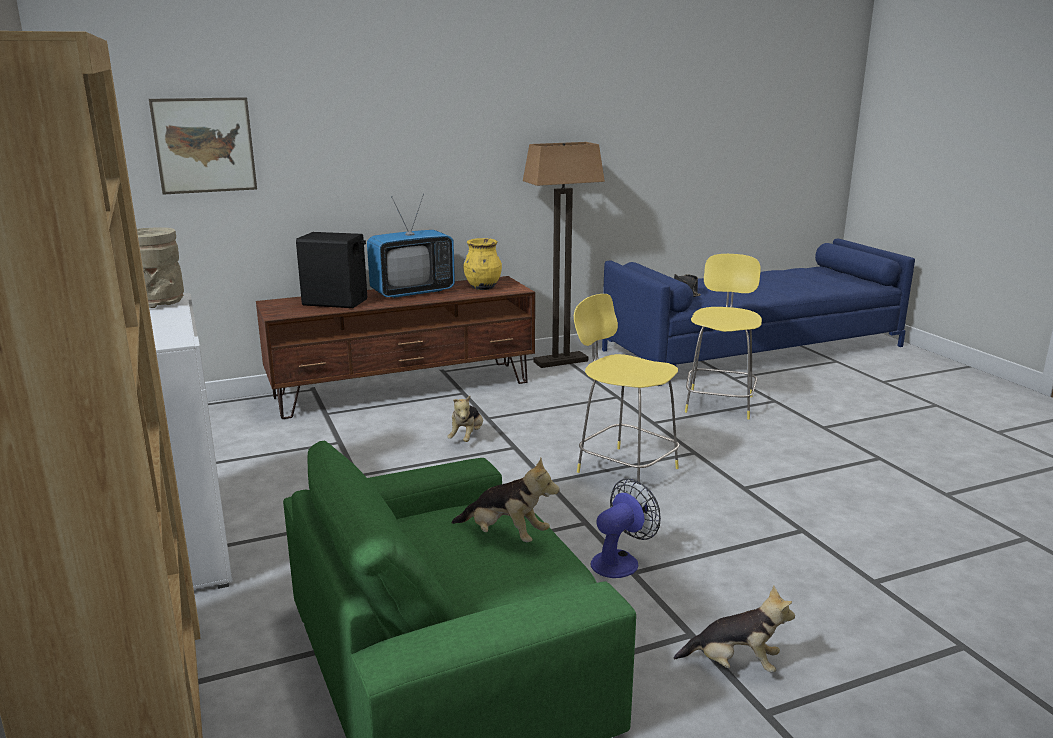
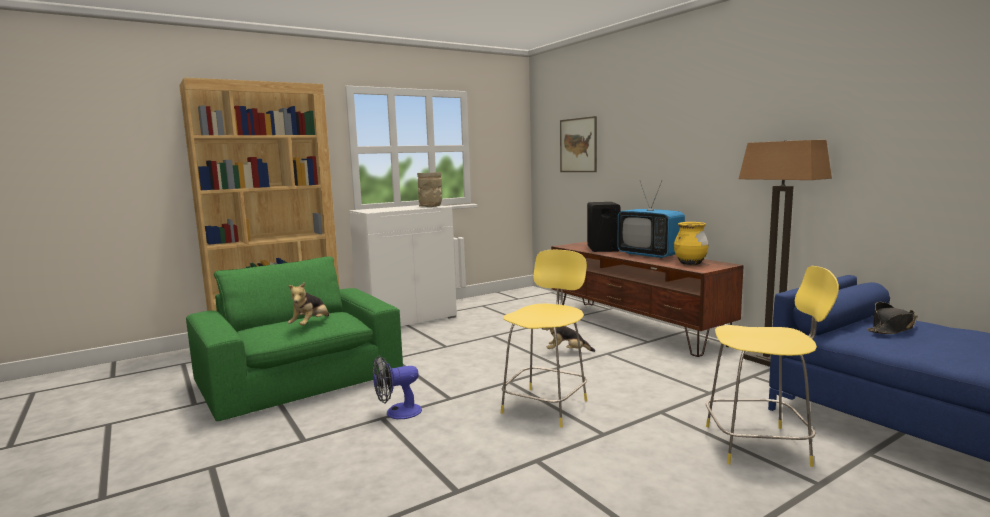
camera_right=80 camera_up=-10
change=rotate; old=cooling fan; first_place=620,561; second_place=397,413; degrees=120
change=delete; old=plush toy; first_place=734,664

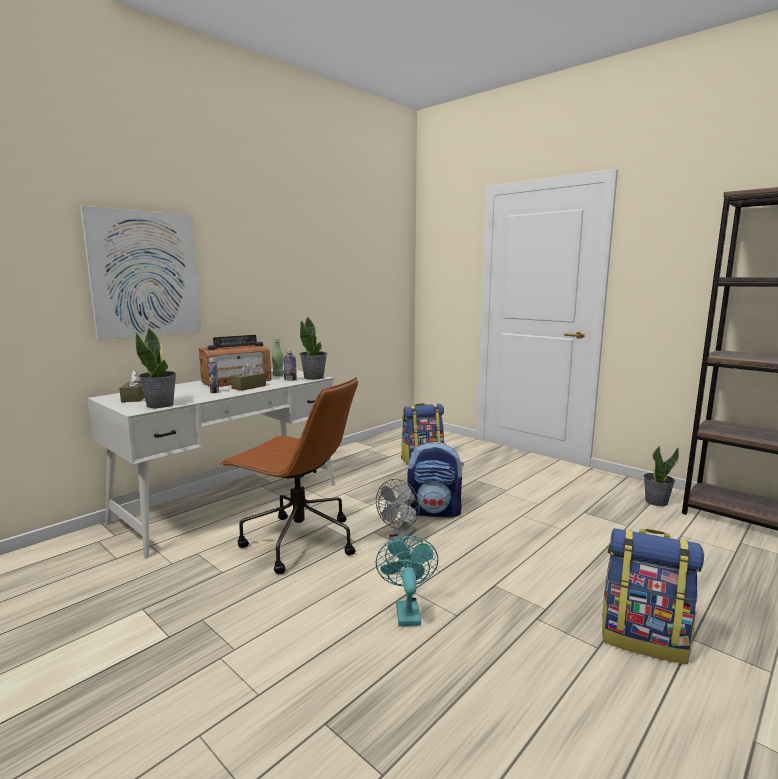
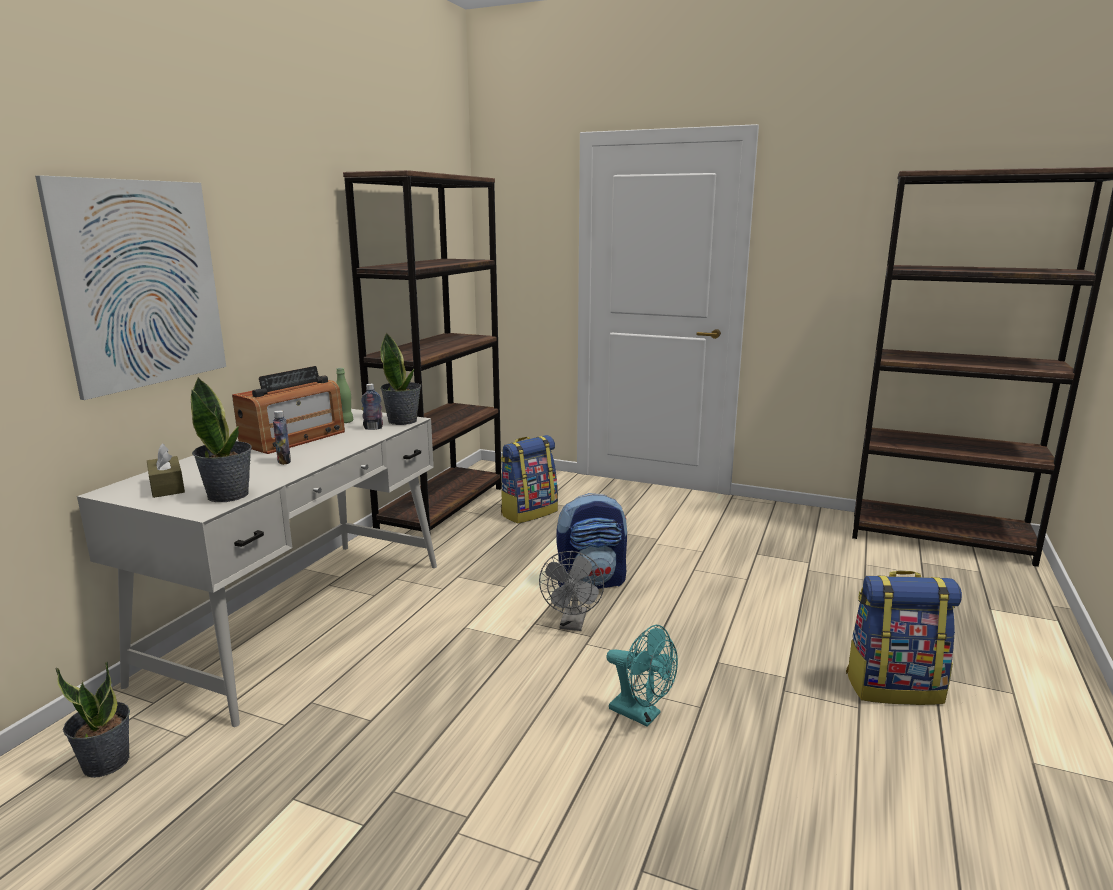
camera_right=-20 camera_up=5
change=delete; old=tissue box (brown); first_place=249,387
change=delete; old=desk chair (brown); first_place=298,541
change=move; old=houseplant; first_place=656,501; second_place=106,762
change=rotate; old=cooling fan (turquoise); first_place=406,610; second_place=642,714; degrees=150
change=insert; new=shelving unit (brown); second_place=442,508

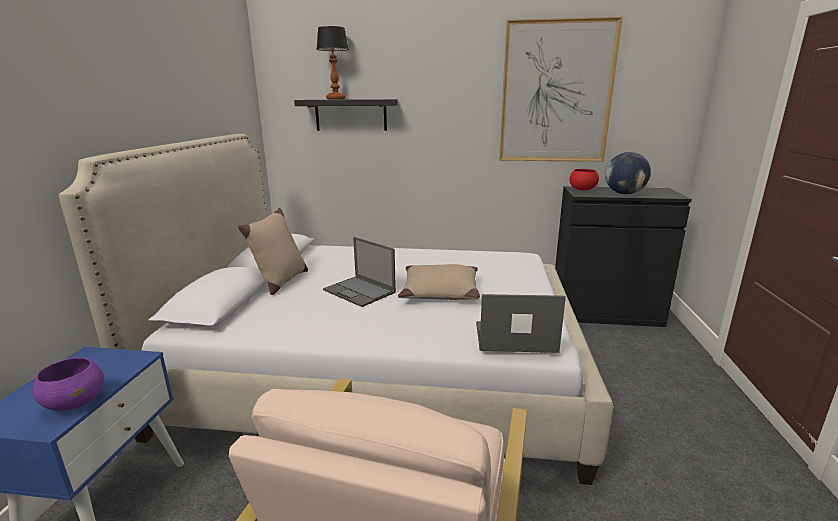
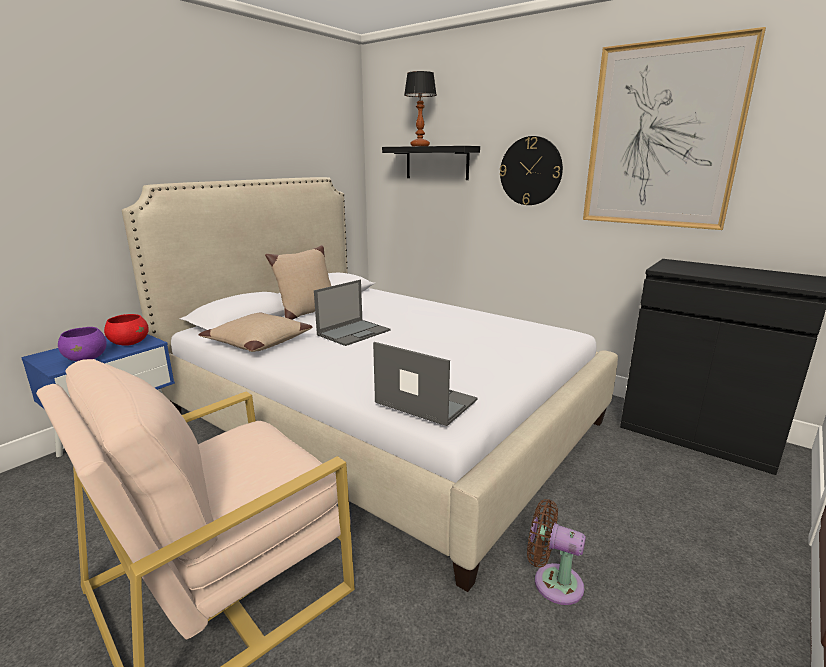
camera_right=30 camera_up=0
change=delete; old=world globe; first_place=624,193
change=move; old=serving bowl (reddish); first_place=582,189; second_place=129,343
change=rotate; old=portable computer; first_place=360,291; second_place=354,332; degrees=-120
change=move; old=cushion (beige); first_place=440,292; second_place=257,342
change=insert; new=wall clock; second_place=530,171
change=insert; new=cooling fan (brown); second_place=552,582

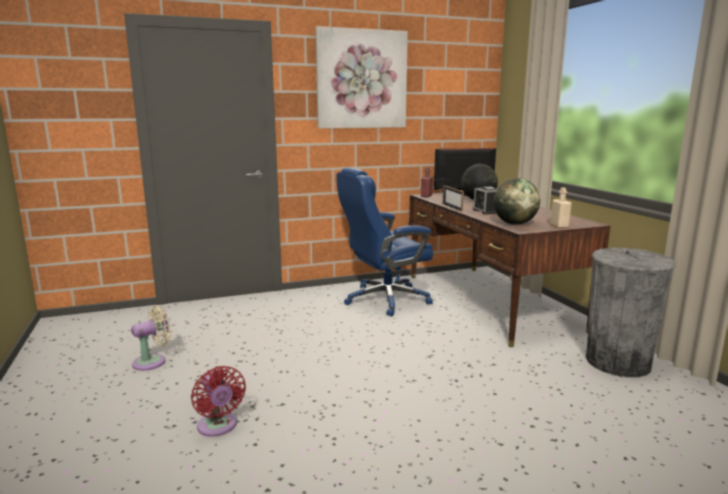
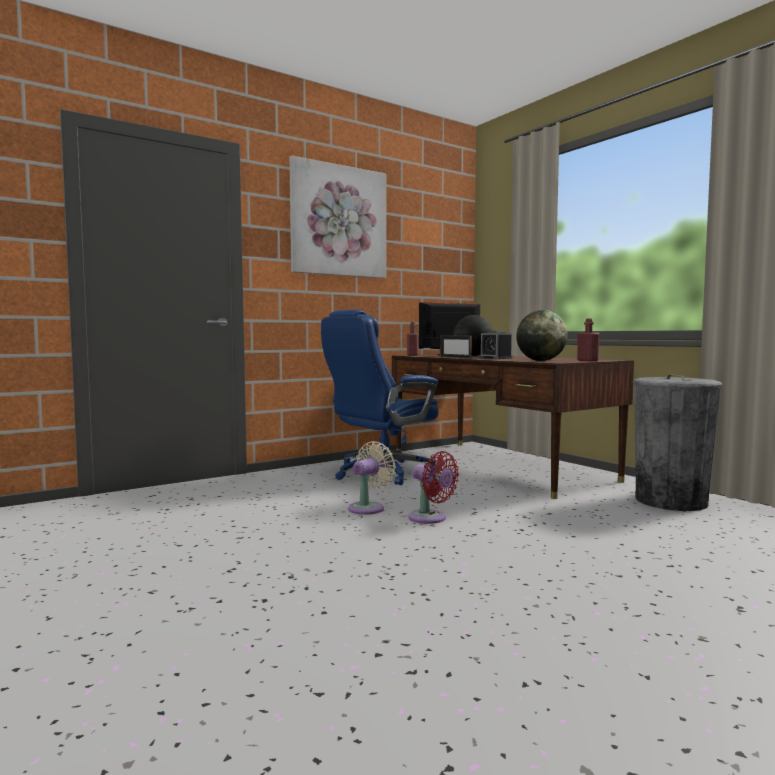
camera_right=-15 camera_up=-10
change=recolor; old=drink bottle (beige); new=drink bottle (reddish); first_place=559,226; second_place=587,360
change=move; old=cooling fan (beige); first_place=153,361; second_place=368,508
change=move; old=cooling fan (reddish); first_place=218,427; second_place=430,518

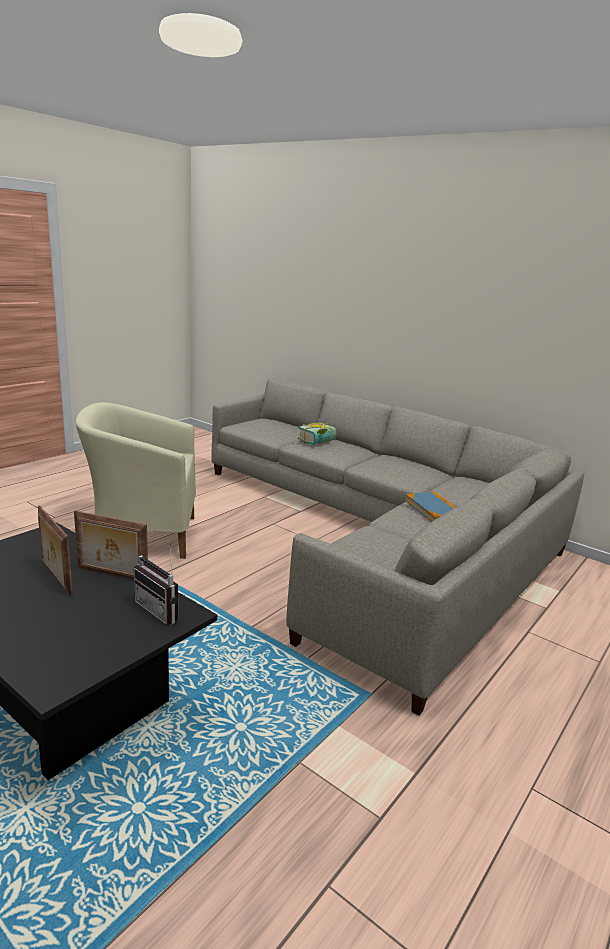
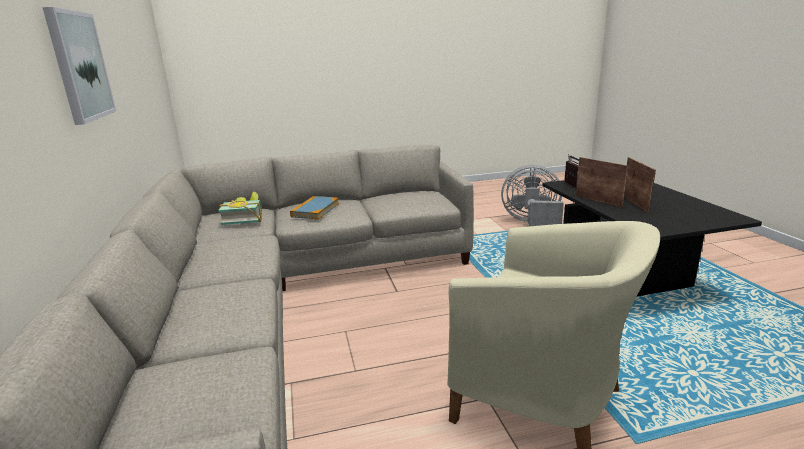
camera_right=-140 camera_up=0
change=move; old=book; first_place=319,443; second_place=243,219
change=insert; new=picture; second_place=79,66
change=insert; new=cooling fan (grey); second_place=532,224

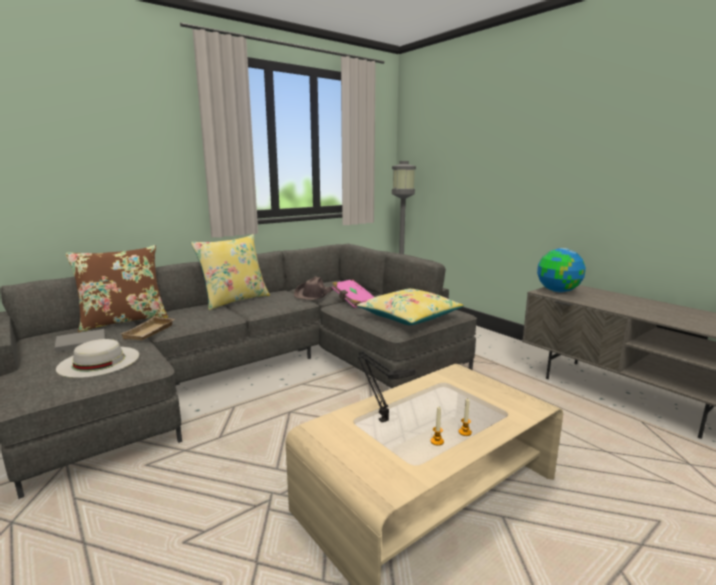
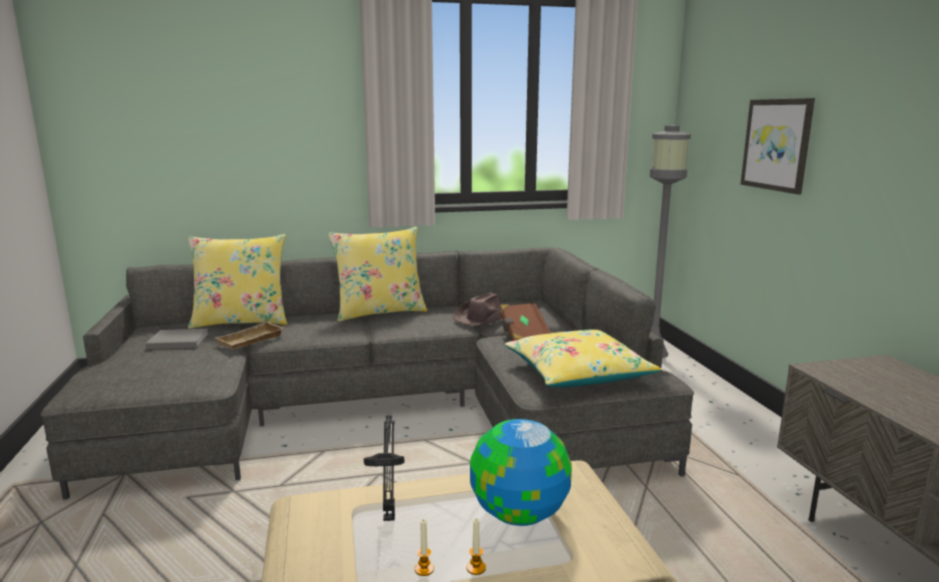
camera_right=25 camera_up=0
change=recolor; old=cushion (brown); new=cushion (yellow); first_place=124,321; second_place=241,321
change=move; old=world globe; first_place=558,291; second_place=518,515
change=recolor; old=book (pinkish); new=book (brown); first_place=352,301; second_place=523,336
change=delete; old=hat (white); first_place=99,361
change=insert; new=picture; second_place=777,144

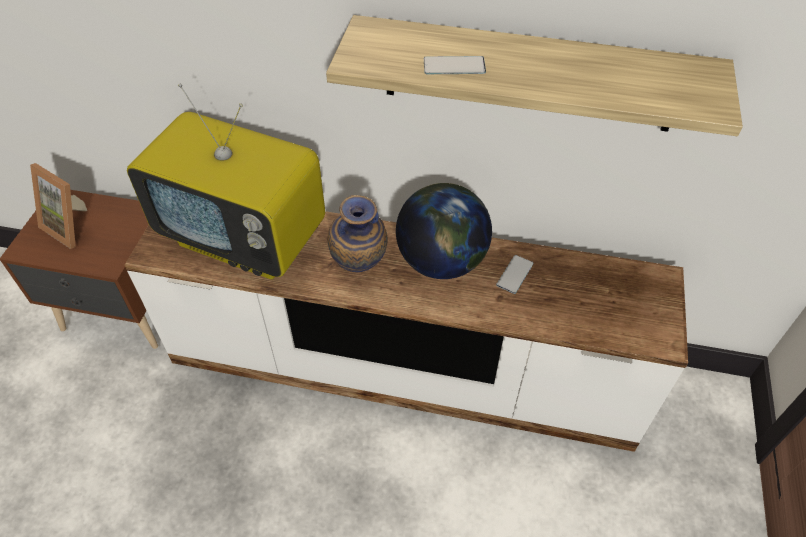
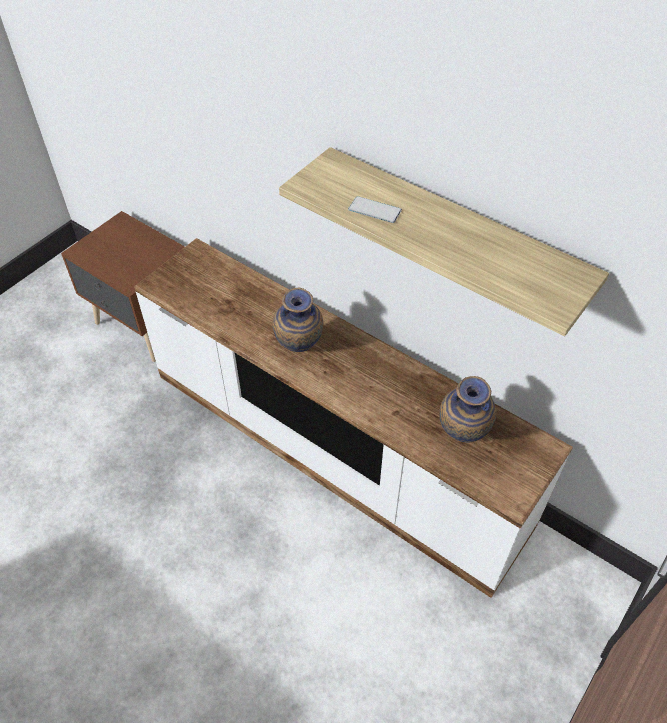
camera_right=25 camera_up=0
change=delete; old=television; first_place=246,238
change=delete; old=standing frame; first_place=72,226
change=delete; old=world globe; first_place=442,261
change=delete; old=telephone; first_place=514,274
change=insert; new=vase; second_place=461,437

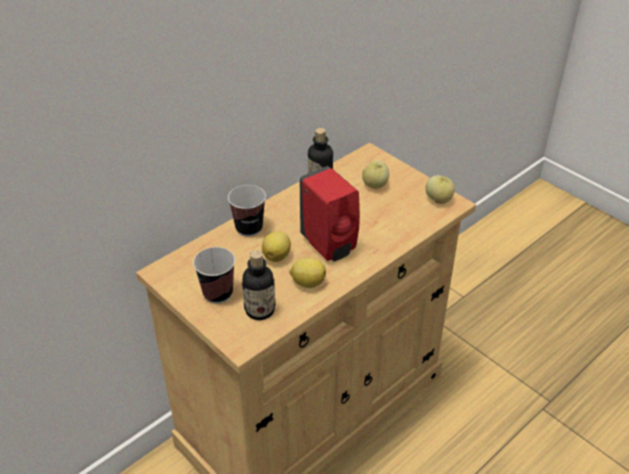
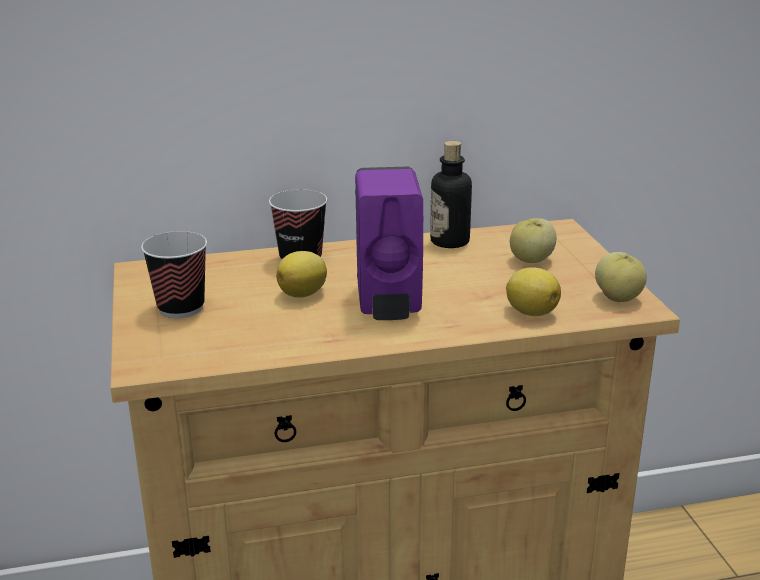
camera_right=30 camera_up=-15
change=recolor; old=liquid soap bottle (reddish); new=liquid soap bottle (purple); first_place=329,246; second_place=388,303
change=delete; old=drink bottle; first_place=260,310
change=move; old=lemon; first_place=307,282; second_place=530,312

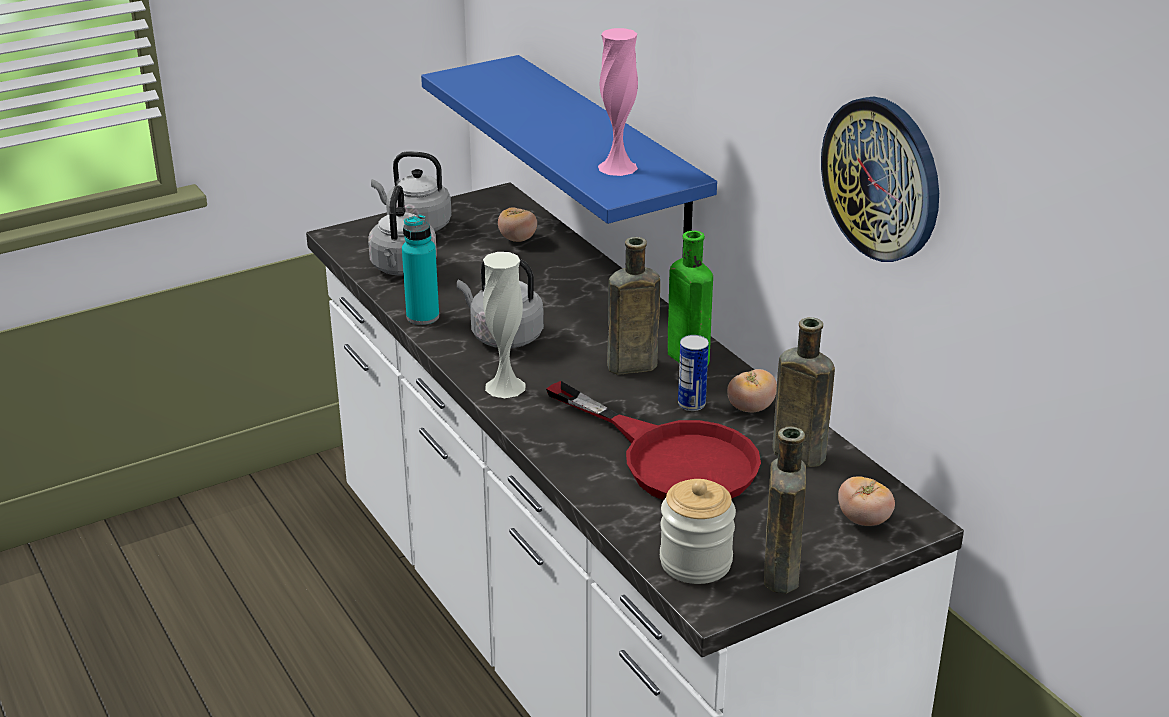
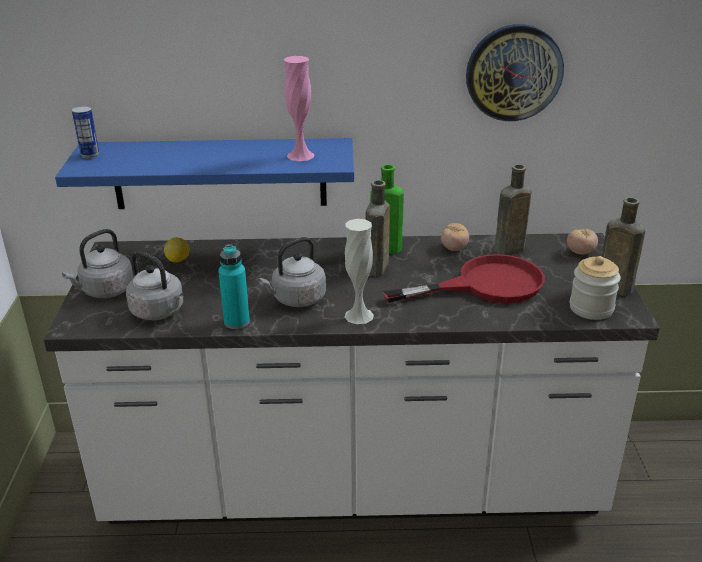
camera_right=-60 camera_up=0
change=replace; old=fresh tomato; new=lemon; first_place=517,239; second_place=178,260
change=move; old=metal can; first_place=691,404; second_place=90,155

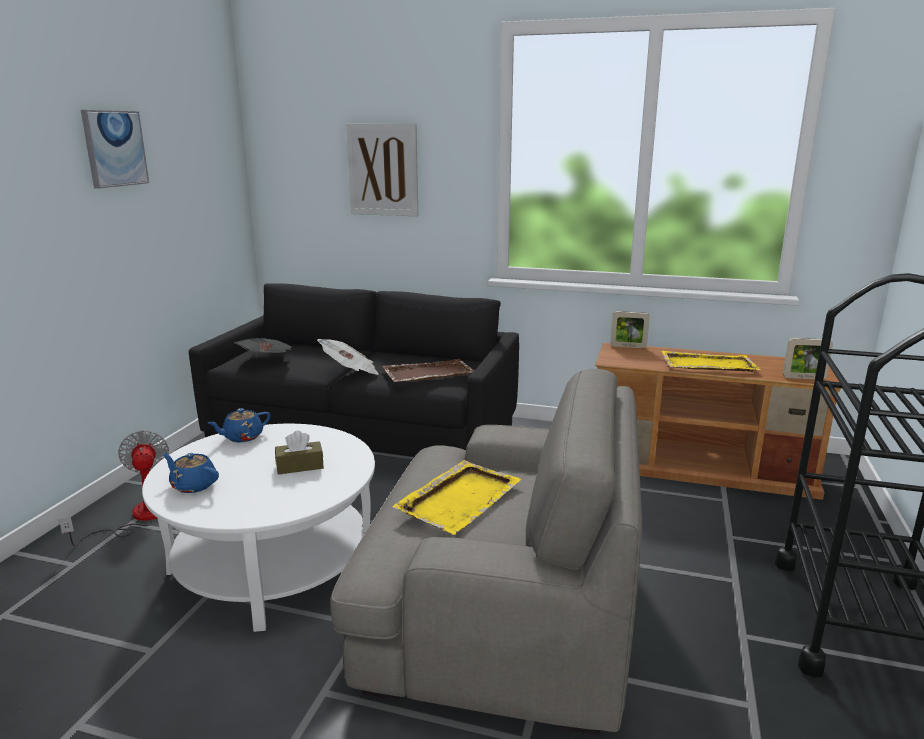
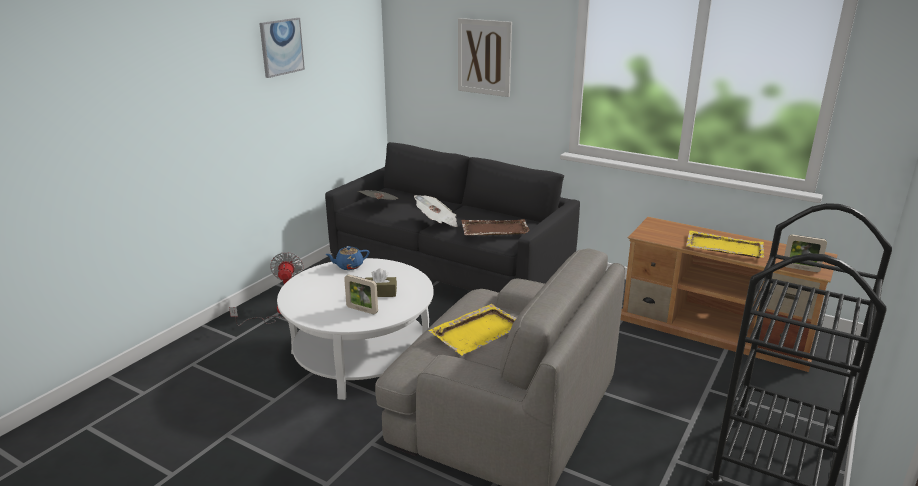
camera_right=15 camera_up=5
change=move; old=standing frame; first_place=628,346; second_place=362,310
change=delete; old=teapot (blue-coloured); first_place=193,485

